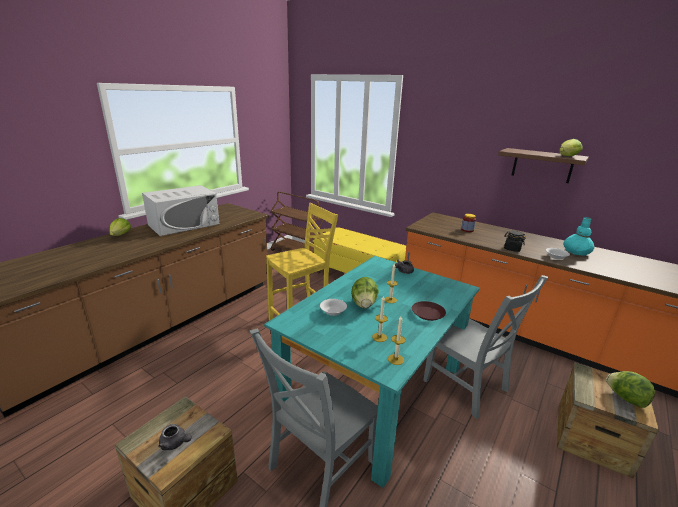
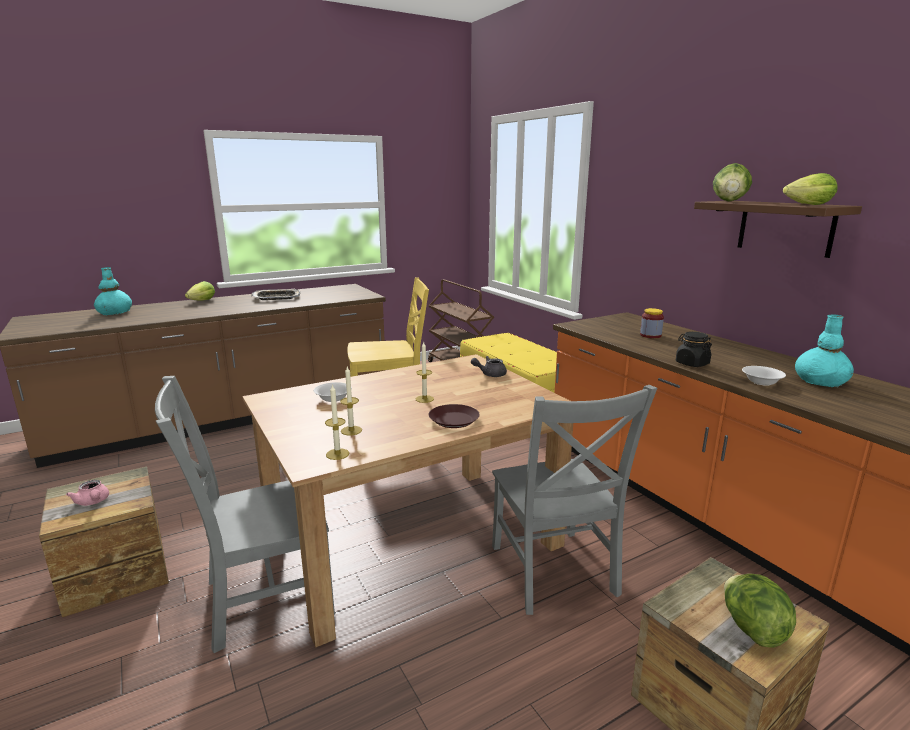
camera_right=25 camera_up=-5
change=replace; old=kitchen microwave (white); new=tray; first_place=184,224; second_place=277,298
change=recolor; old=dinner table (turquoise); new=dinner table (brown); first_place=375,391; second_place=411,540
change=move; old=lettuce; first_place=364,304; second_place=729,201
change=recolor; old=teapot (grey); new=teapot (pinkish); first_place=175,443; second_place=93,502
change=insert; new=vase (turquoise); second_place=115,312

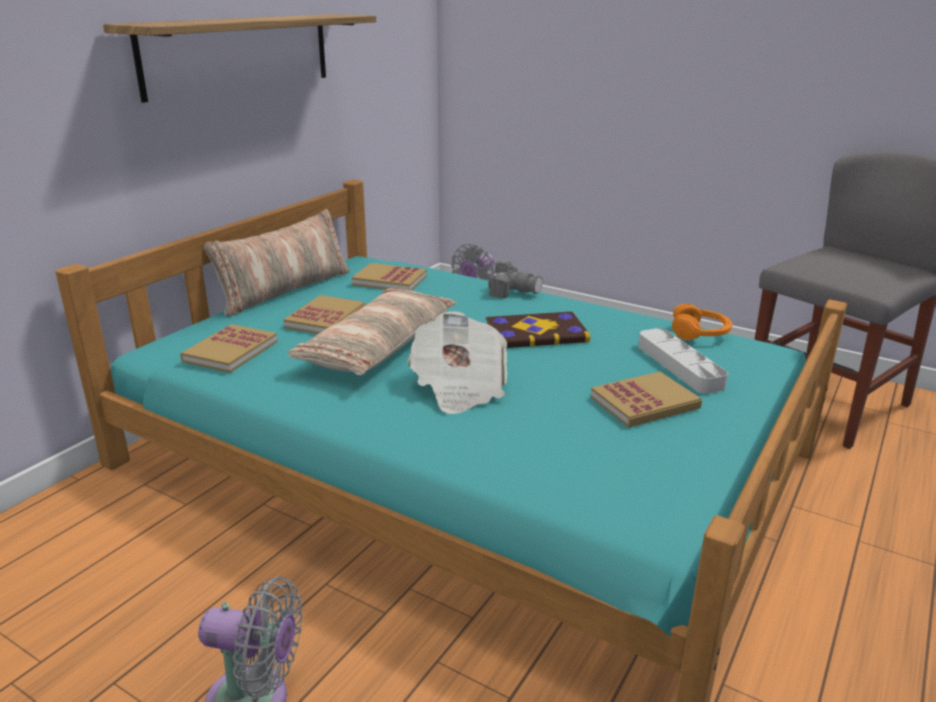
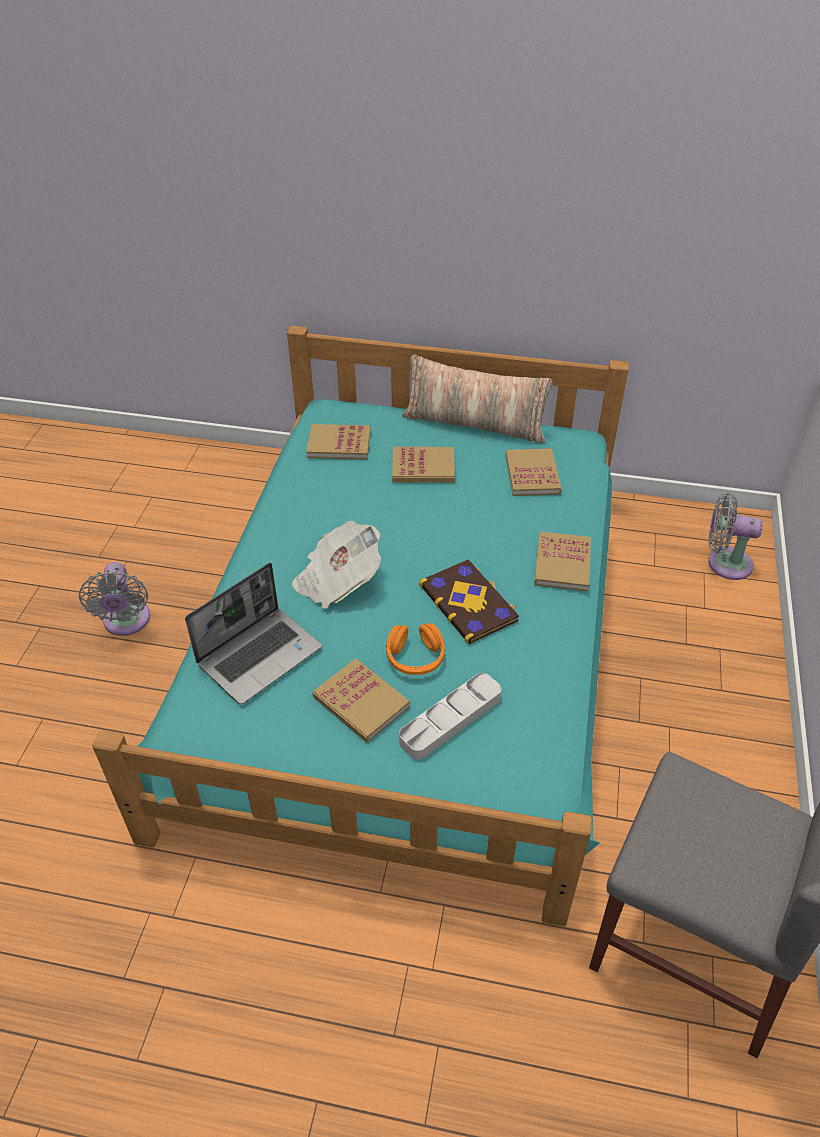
camera_right=70 camera_up=20
change=delete; old=shelf; first_place=240,53
change=replace; old=still camera; new=book; first_place=513,291; second_place=562,563
change=delete; old=cushion; first_place=378,347
change=move; old=headset (orange-coloured); first_place=700,333; second_place=415,657
change=insert; new=portable computer; second_place=260,655

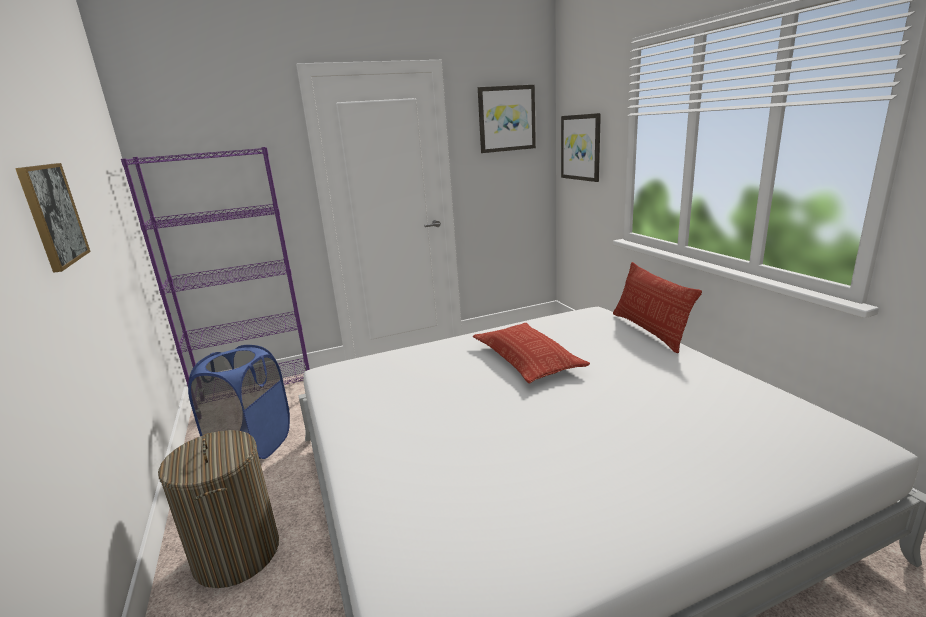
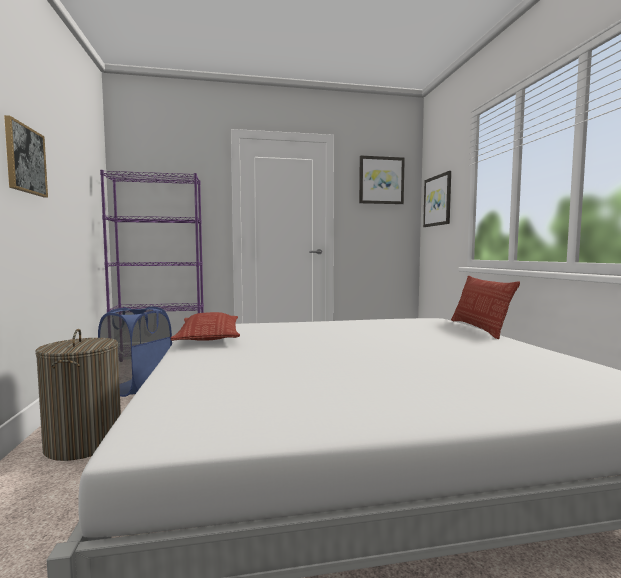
camera_right=10 camera_up=-15
change=move; old=cushion; first_place=527,358; second_place=209,336

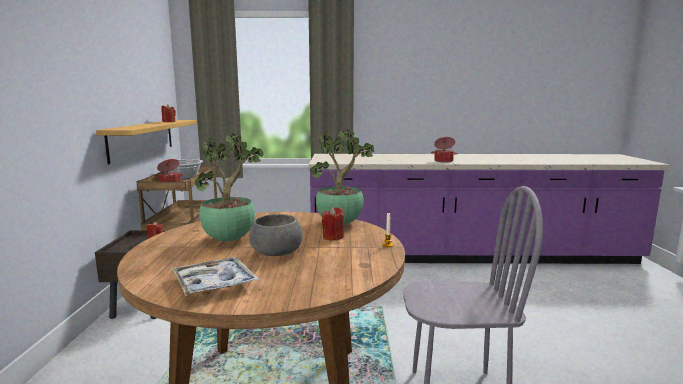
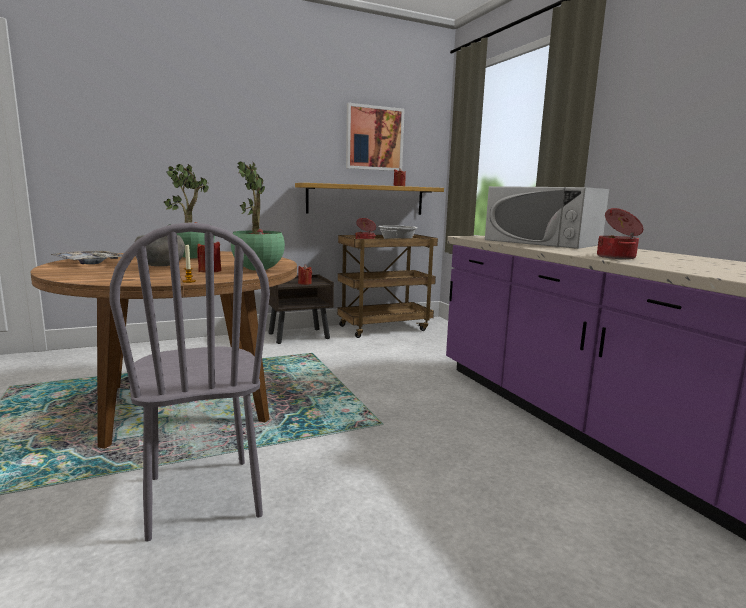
camera_right=65 camera_up=0
change=insert; new=picture; second_place=374,138
change=insert; new=kitchen microwave (white); second_place=542,242

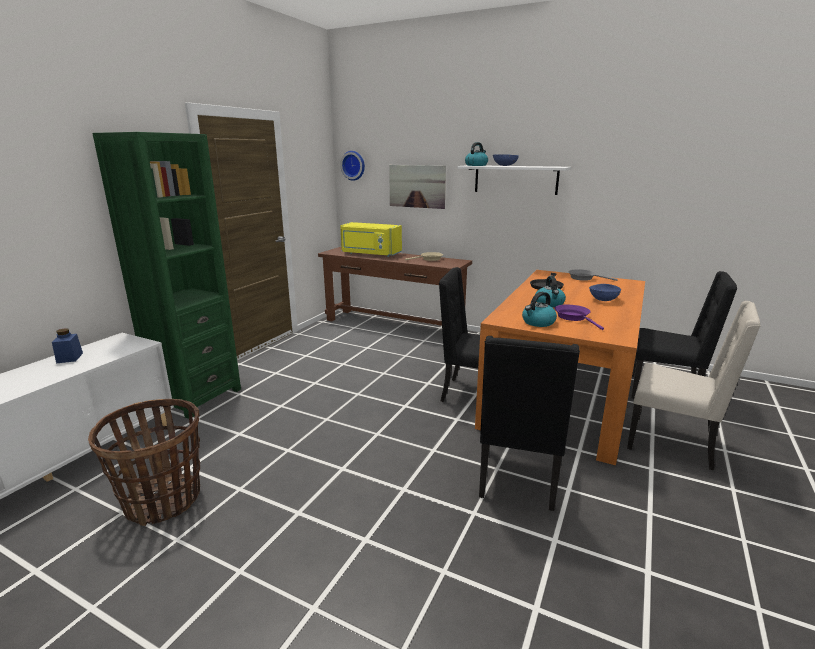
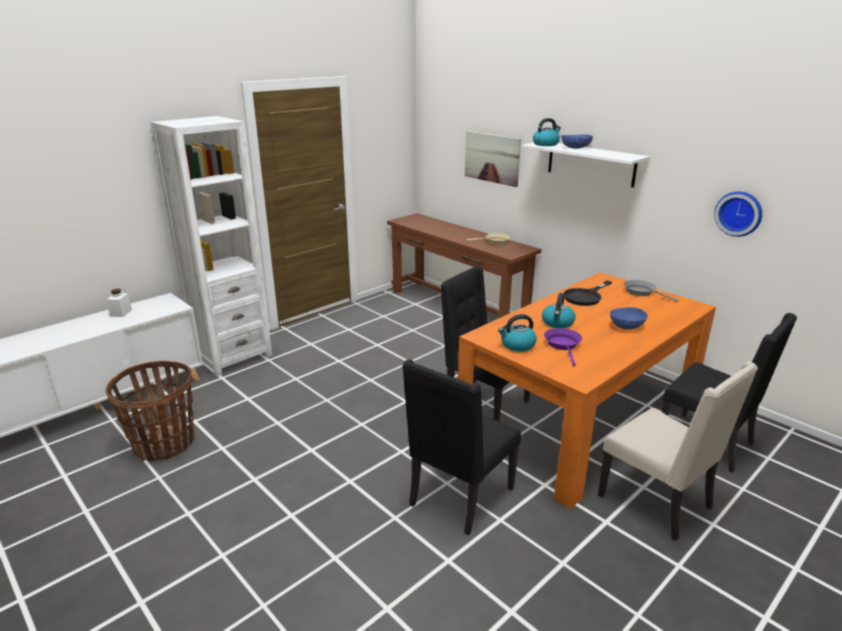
camera_right=20 camera_up=5
change=recolor; old=shelving unit (green-coloured); new=shelving unit (white); first_place=196,397; second_place=233,356
change=move; old=wall clock; first_place=353,165; second_place=739,213
change=delete; old=kitchen microwave (yellow); first_place=370,254
change=recolor; old=storage jar (blue-coloured); new=storage jar (white); first_place=70,358; second_place=121,313

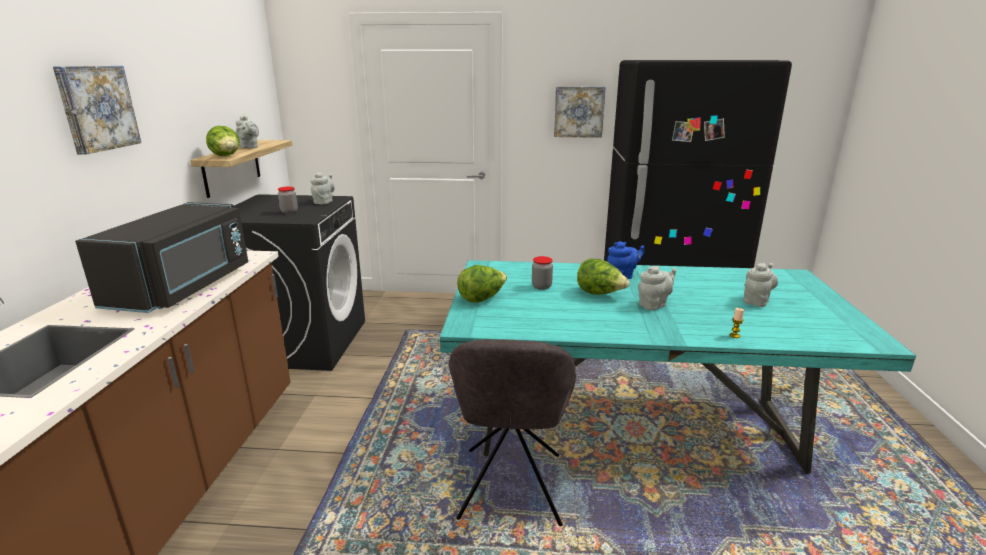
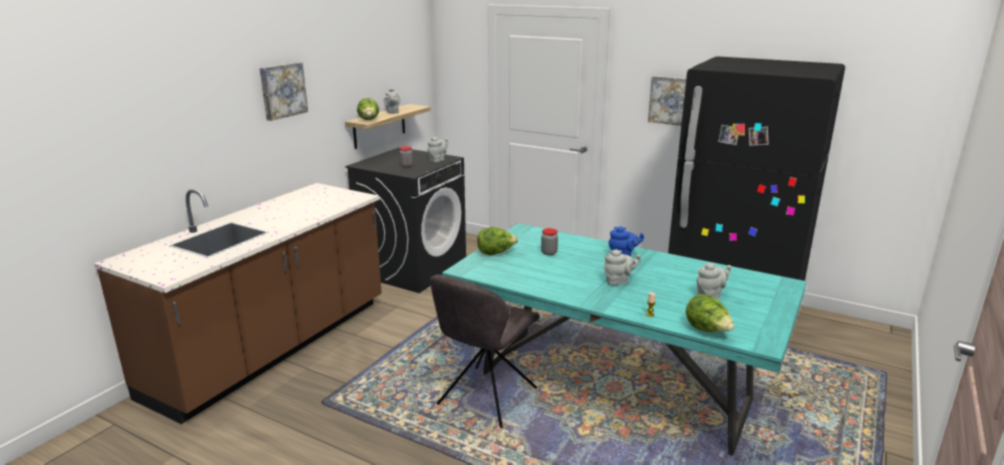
camera_right=25 camera_up=0
change=delete; old=kitchen microwave (black); first_place=184,287
change=move; old=lettuce; first_place=600,294; second_place=707,330

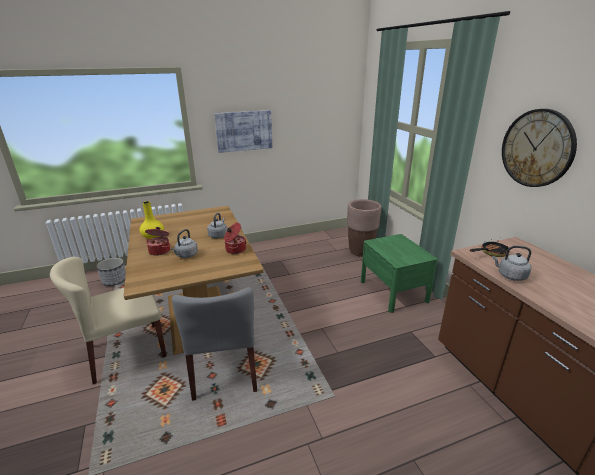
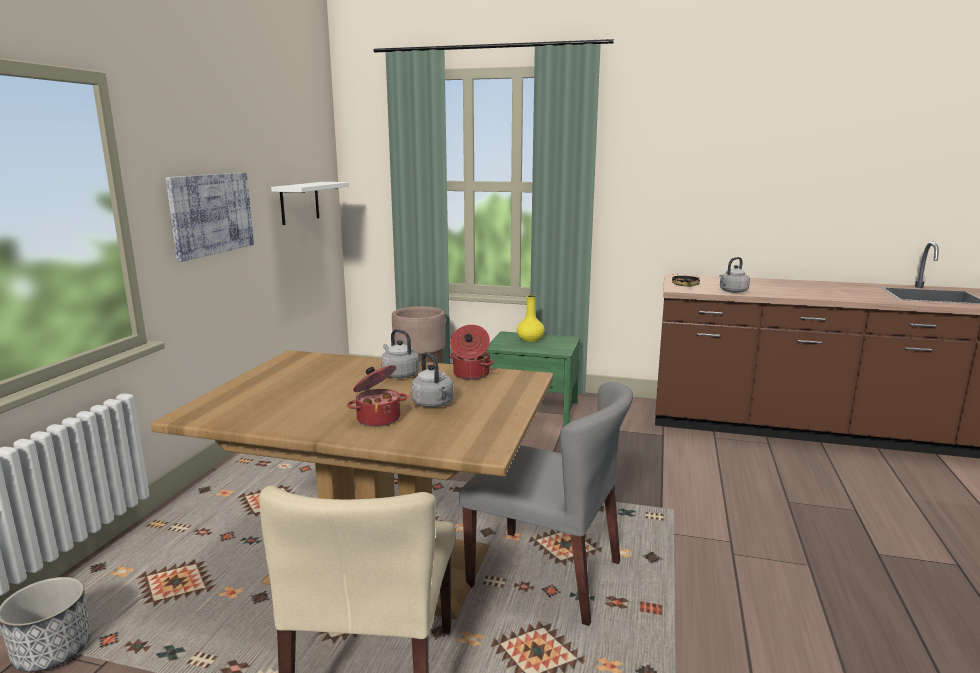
camera_right=-55 camera_up=-10
change=delete; old=wall clock; first_place=537,148
change=move; old=vase (yellow); first_place=153,236; second_place=530,339
change=insert; new=shelf (white); second_place=299,202

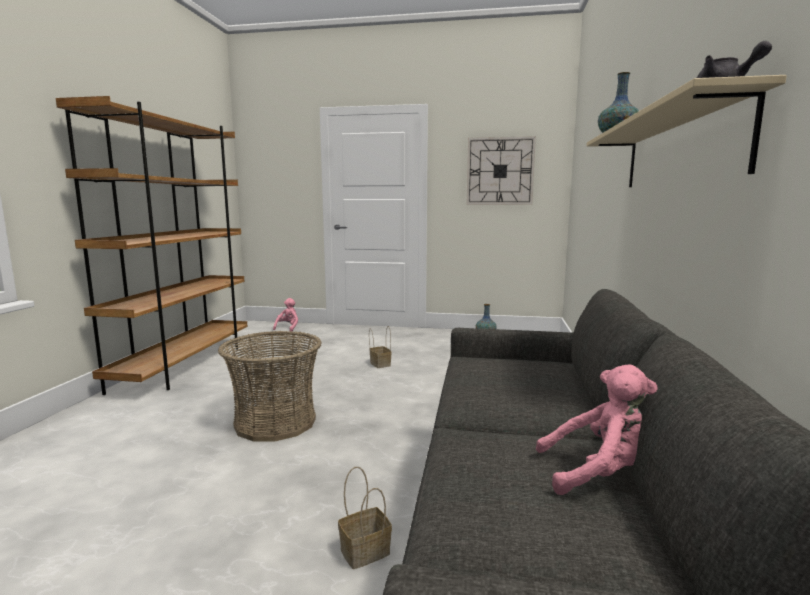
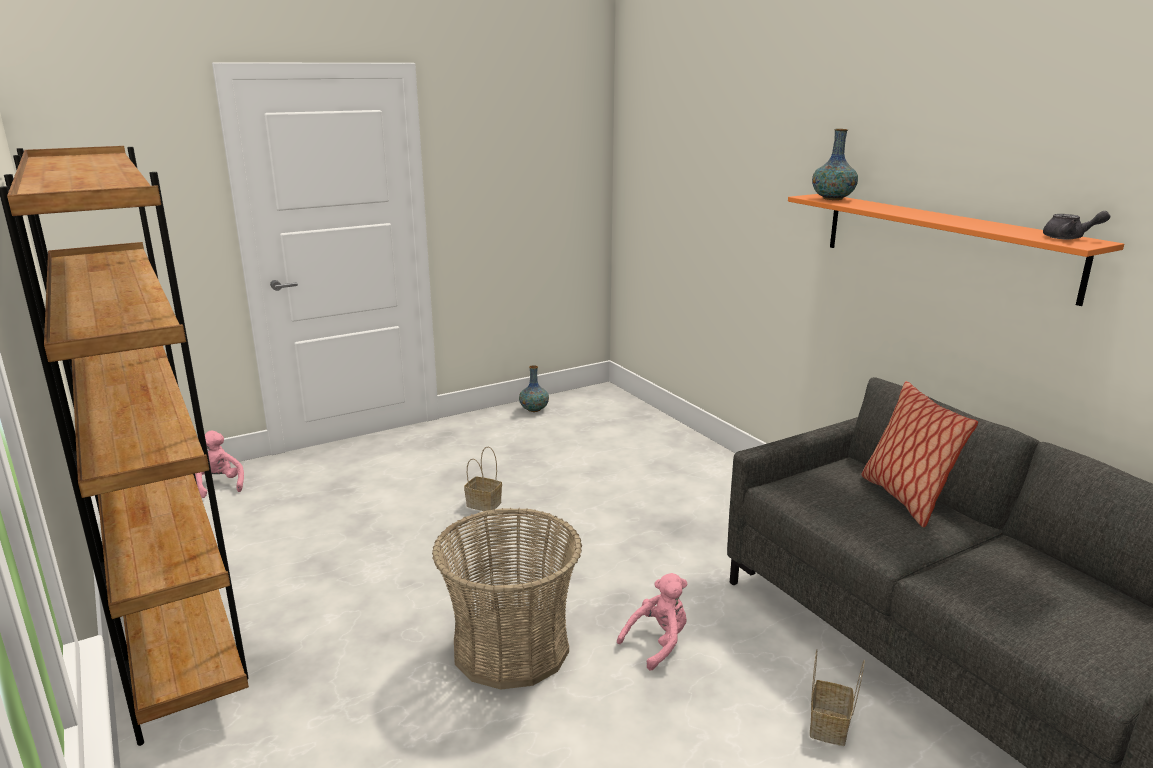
camera_right=-40 camera_up=10
change=recolor; old=shelf (beige); new=shelf (orange-coloured); first_place=677,151; second_place=943,243
change=delete; old=wall clock; first_place=500,171
change=move; old=plush toy (pinkish); first_place=598,473; second_place=658,643
change=insert; new=cushion; second_place=904,498

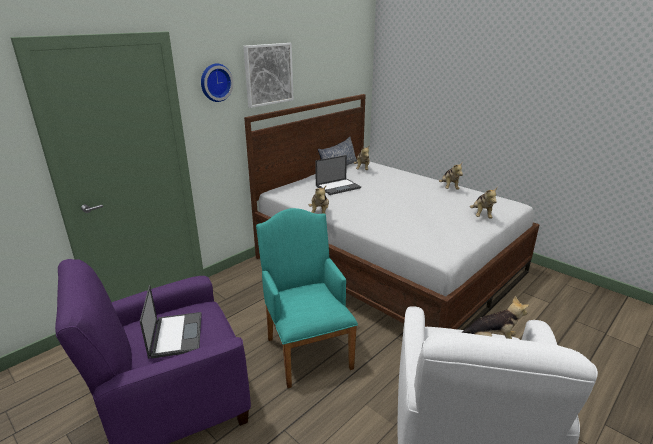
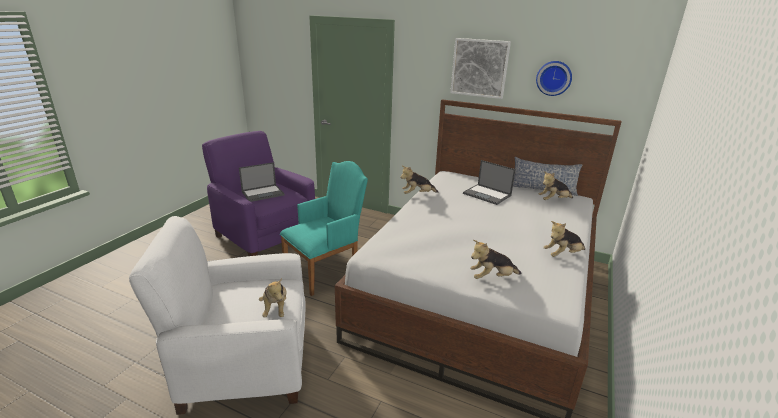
camera_right=70 camera_up=0
change=move; old=wall clock; first_place=215,82; second_place=554,78

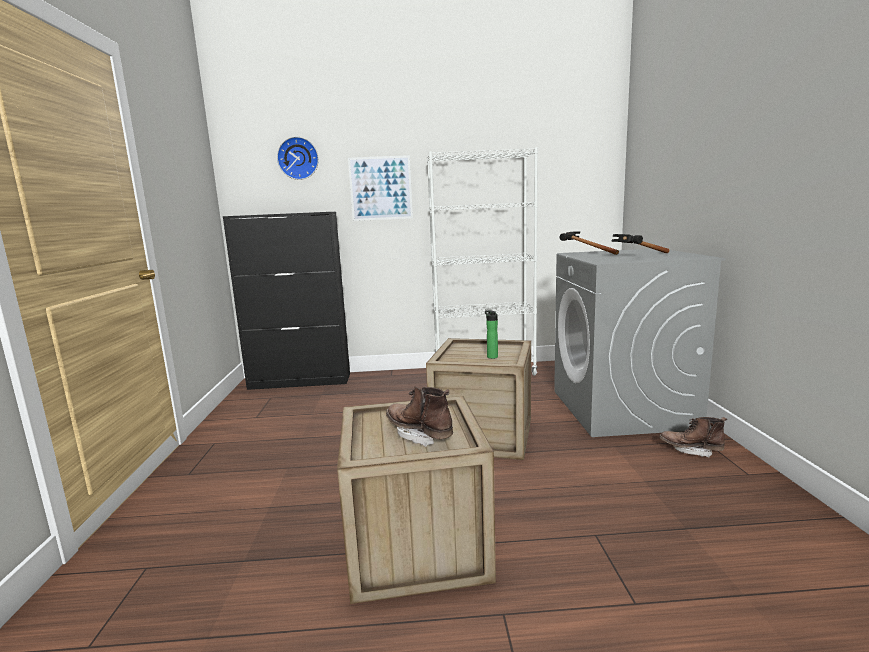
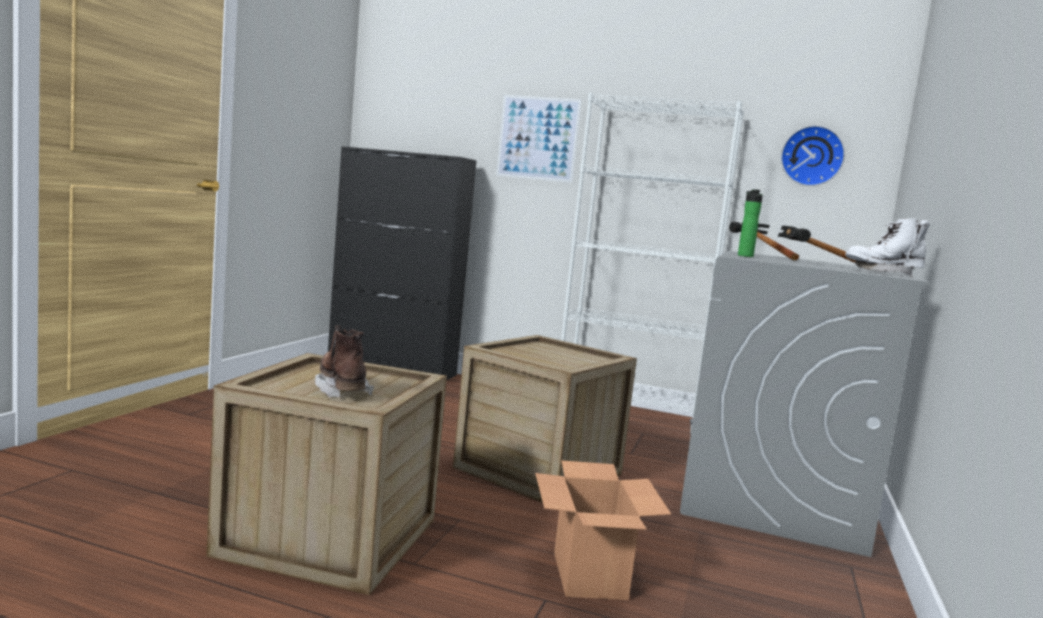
camera_right=20 camera_up=-5
change=move; old=wall clock; first_place=298,158; second_place=812,156
change=move; old=drink bottle; first_place=491,356; second_place=744,256
change=delete; old=high-top boot (brown); first_place=691,450
change=insert; new=high-top boot (white); second_place=883,273
change=insert; new=packing box; second_place=590,576

